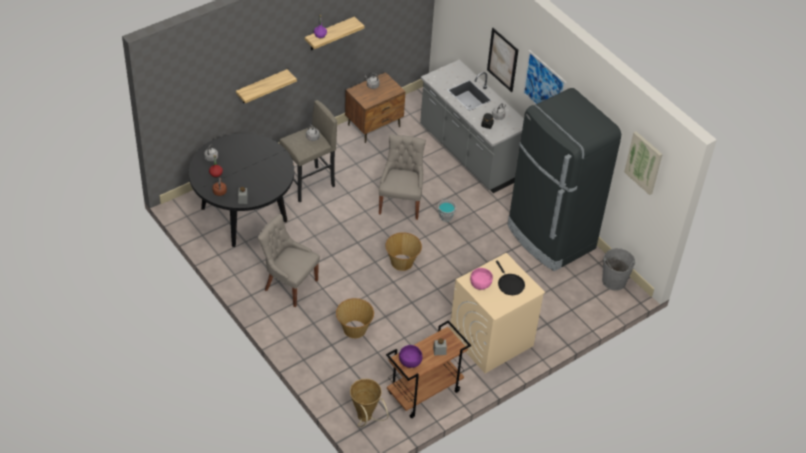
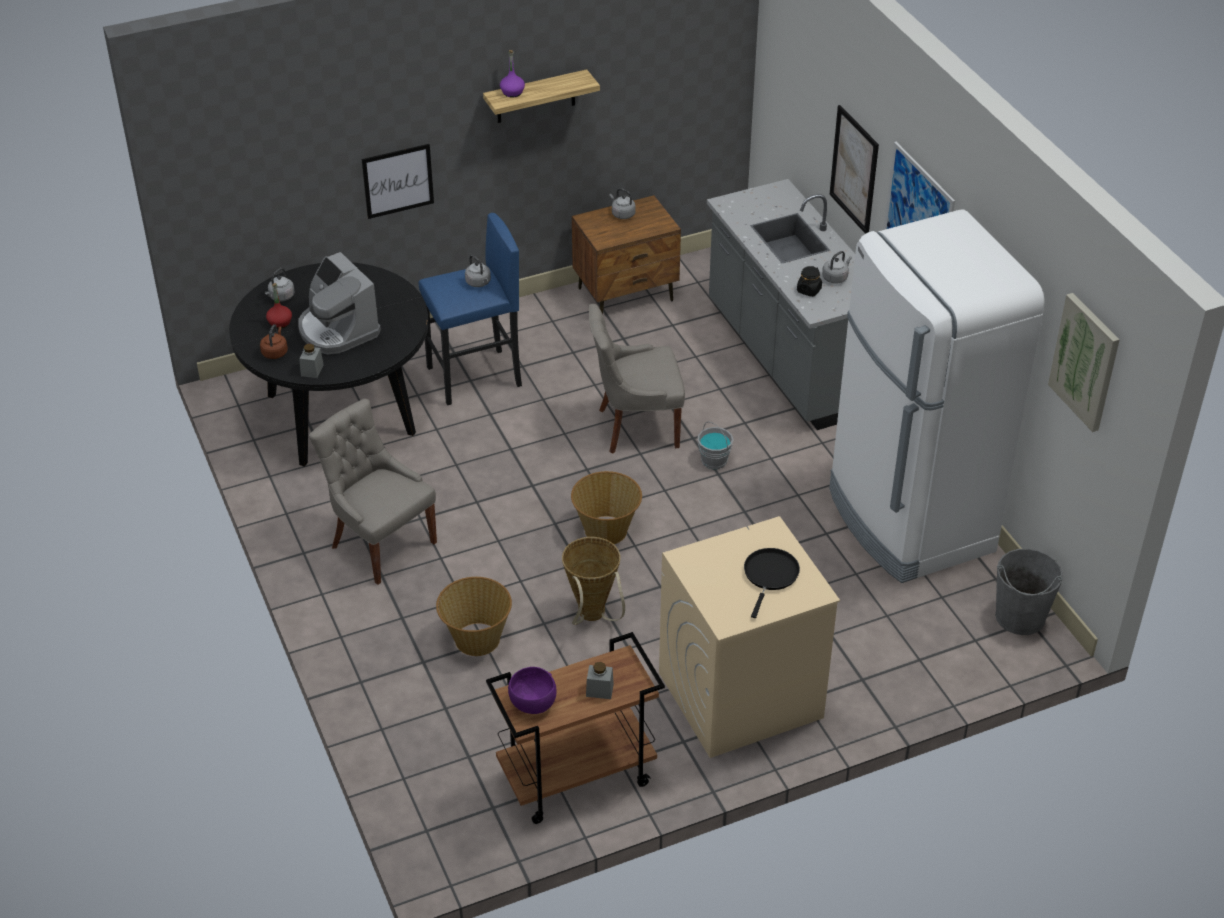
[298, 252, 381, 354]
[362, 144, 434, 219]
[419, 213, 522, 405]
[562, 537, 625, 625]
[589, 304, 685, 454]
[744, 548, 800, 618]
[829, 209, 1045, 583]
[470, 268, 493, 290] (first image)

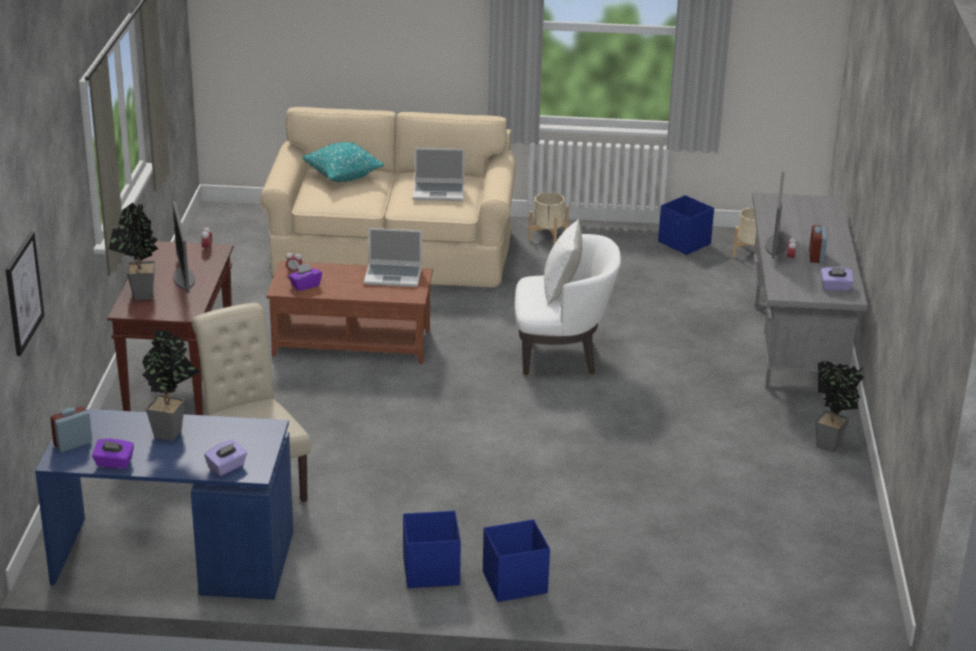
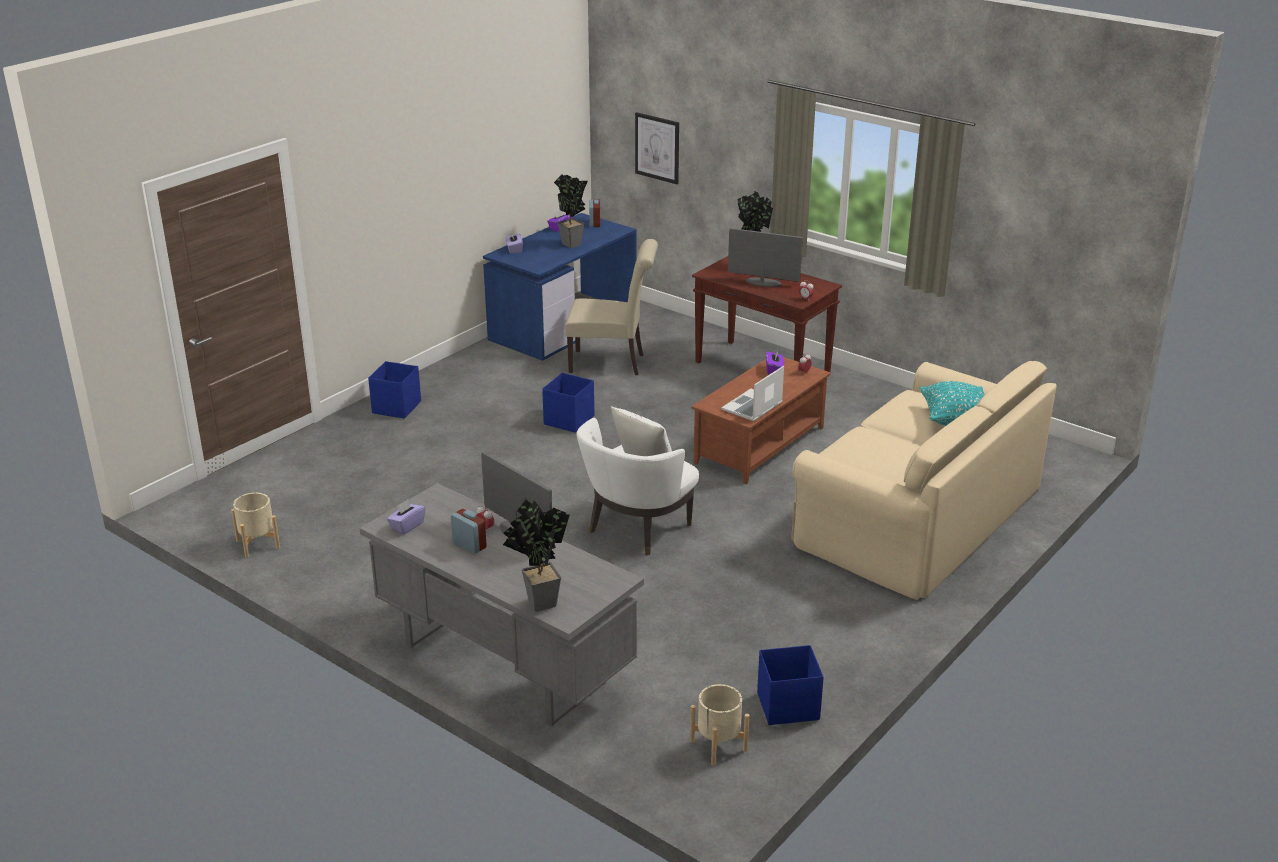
[231, 493, 280, 558]
[503, 500, 570, 612]
[542, 373, 594, 433]
[413, 148, 465, 201] (first image)

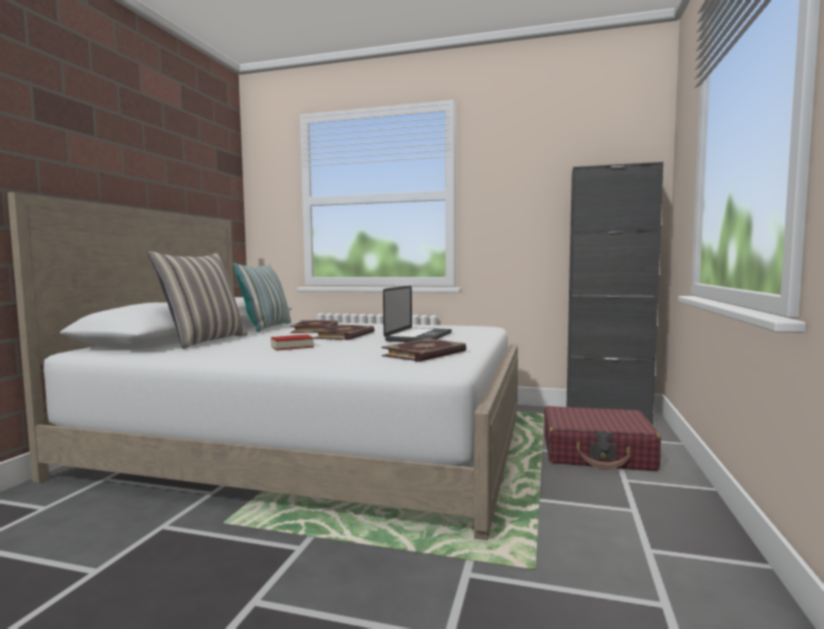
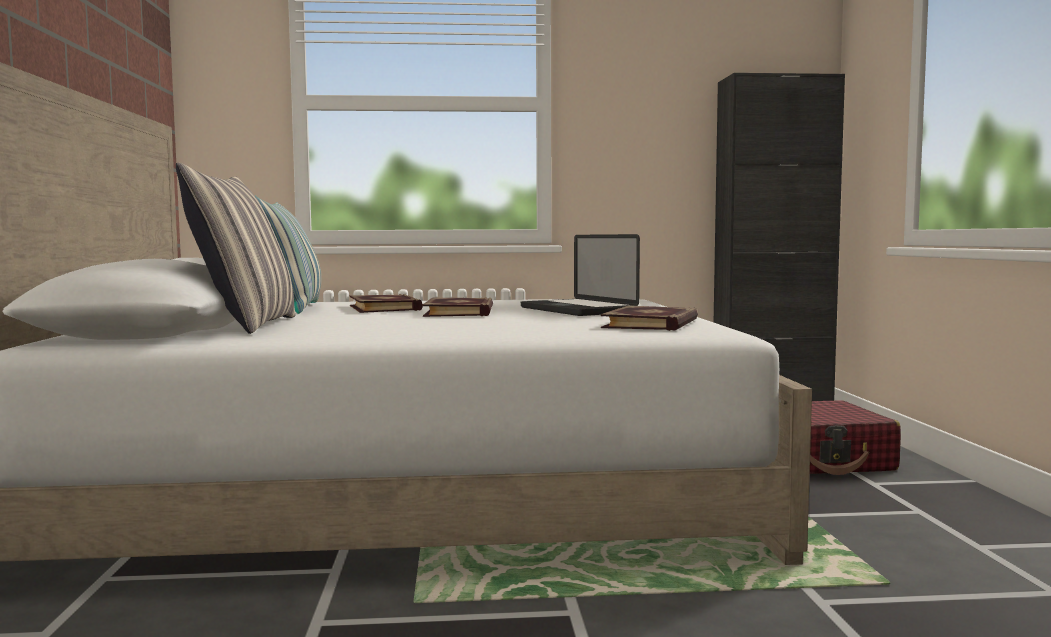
[521, 234, 640, 316]
[271, 335, 314, 351] (first image)

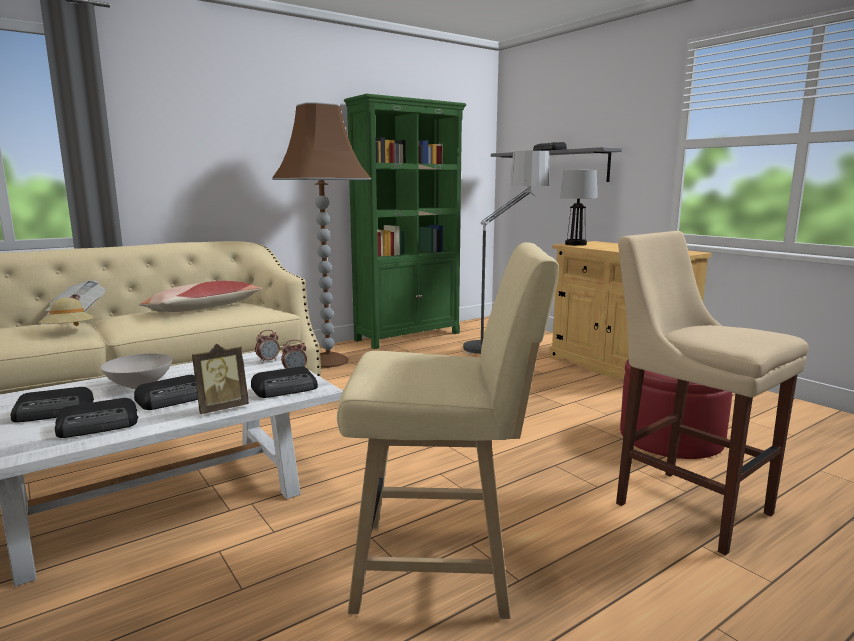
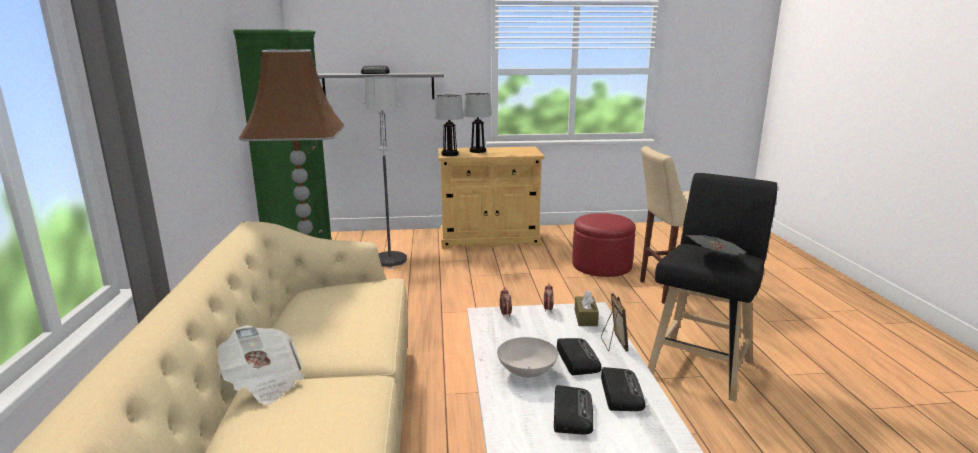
[464, 93, 492, 153]
[575, 290, 599, 326]
[648, 173, 777, 402]
[686, 235, 747, 255]
[39, 298, 95, 326] (first image)
[139, 281, 262, 312] (first image)

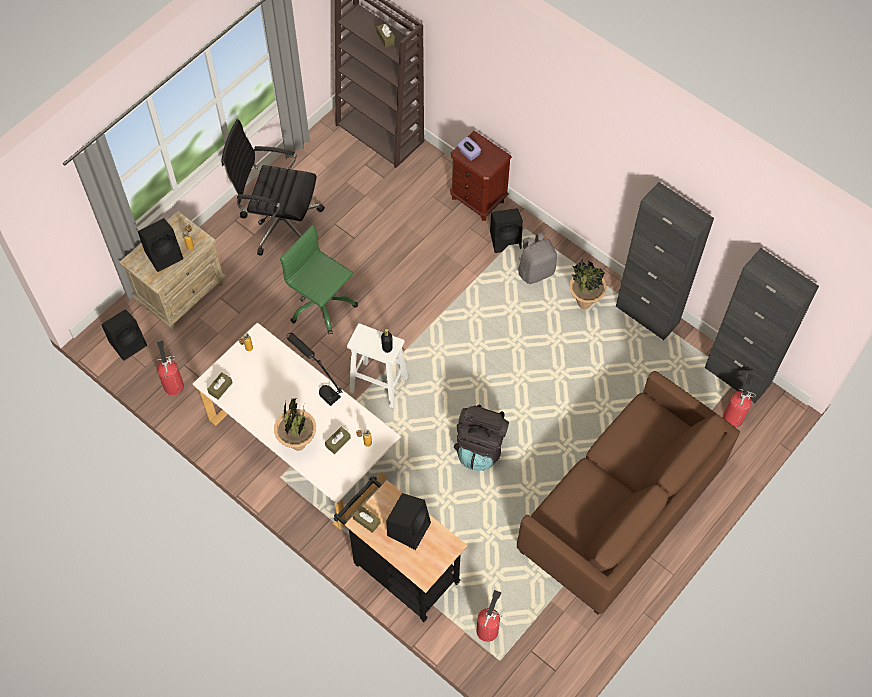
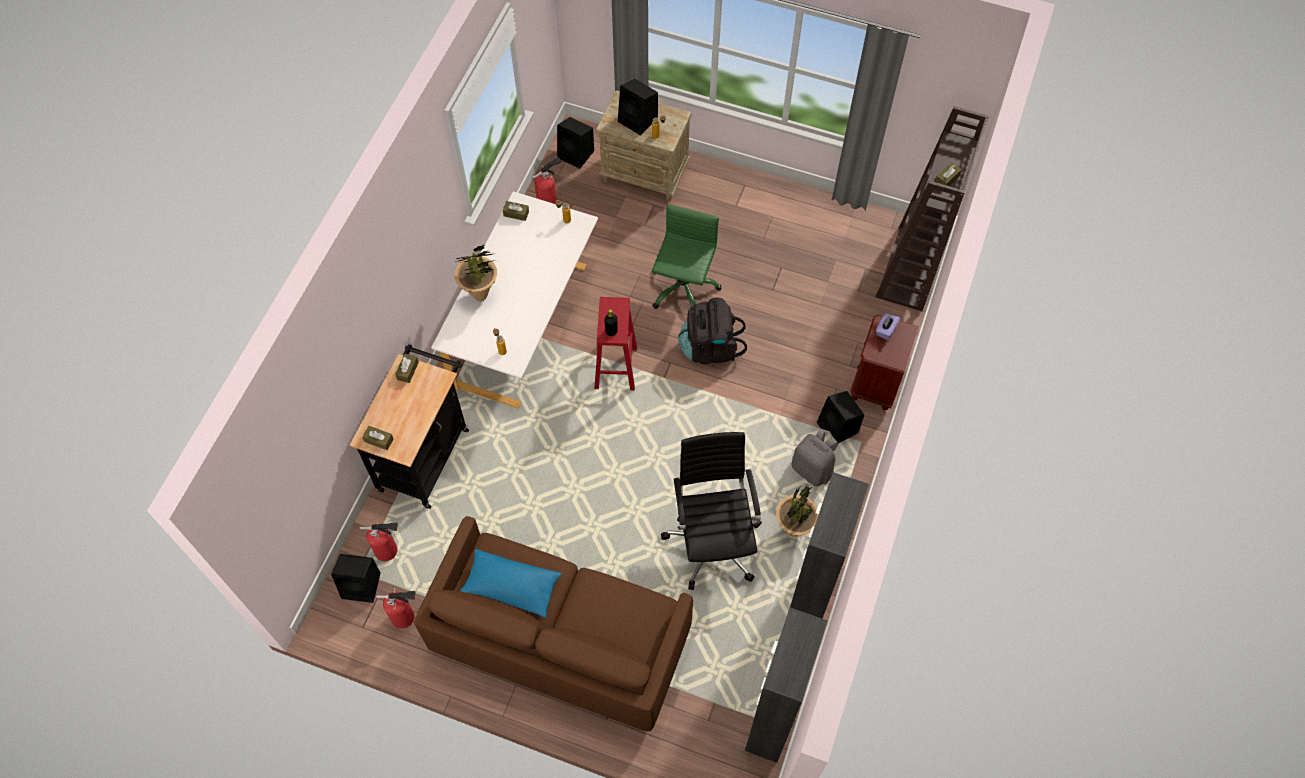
[331, 554, 381, 603]
[362, 426, 393, 450]
[376, 590, 416, 629]
[460, 549, 562, 618]
[594, 297, 637, 390]
[661, 432, 762, 590]
[678, 298, 747, 364]
[286, 333, 342, 406] (first image)

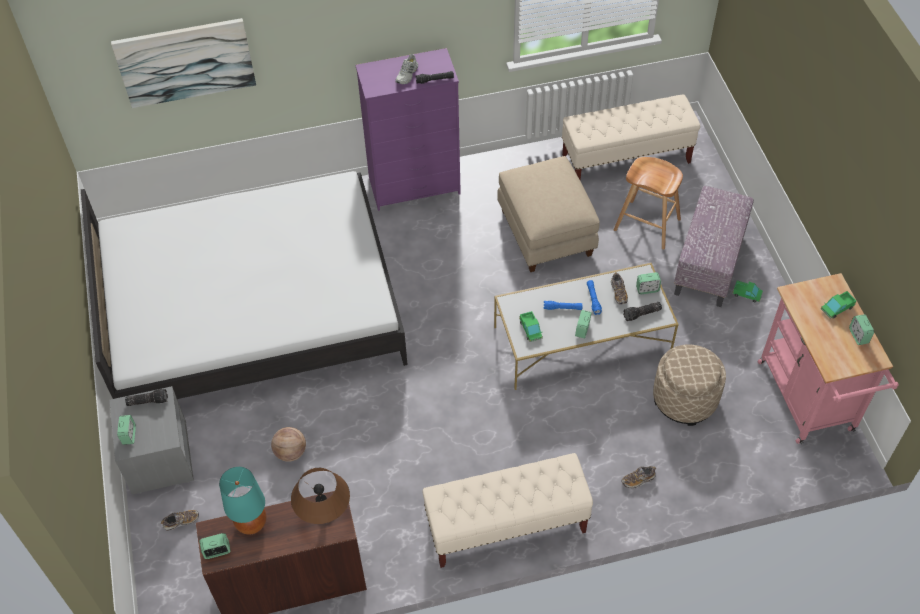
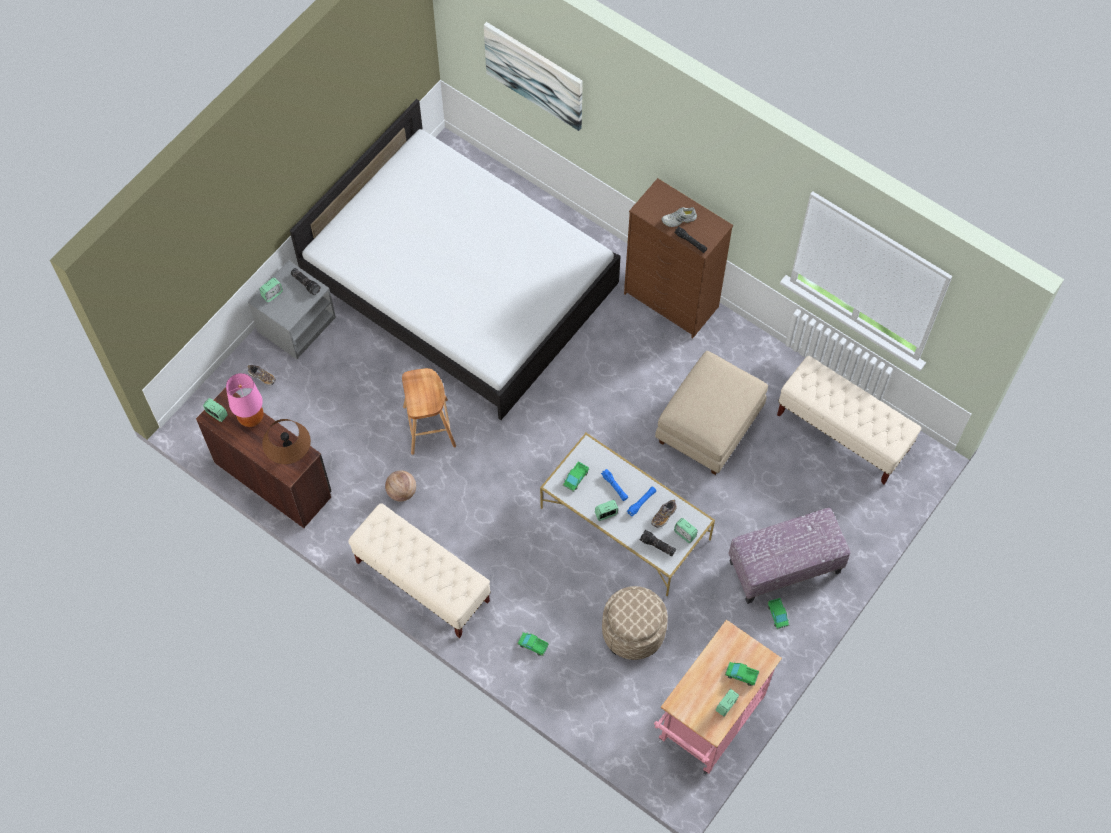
[226, 373, 264, 427]
[385, 470, 416, 502]
[402, 368, 456, 455]
[517, 632, 549, 656]
[624, 178, 733, 338]

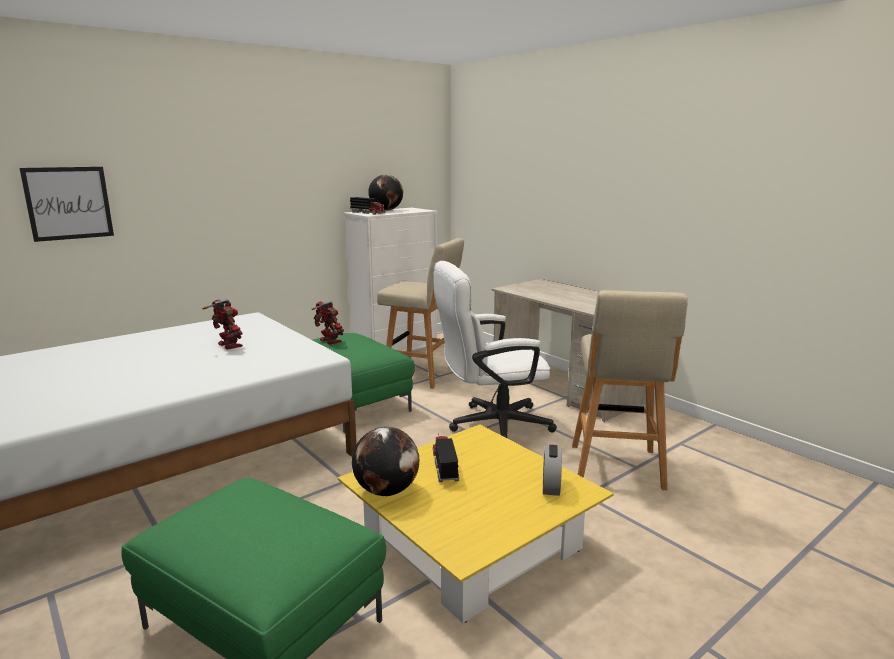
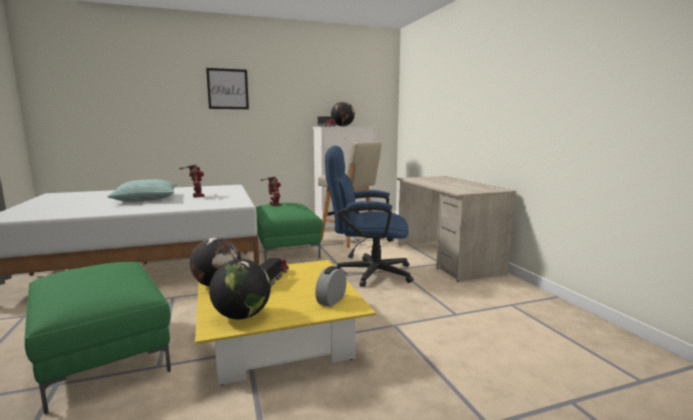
[107, 179, 177, 202]
[206, 68, 249, 109]
[209, 259, 271, 319]
[325, 145, 413, 287]
[572, 290, 688, 490] (first image)

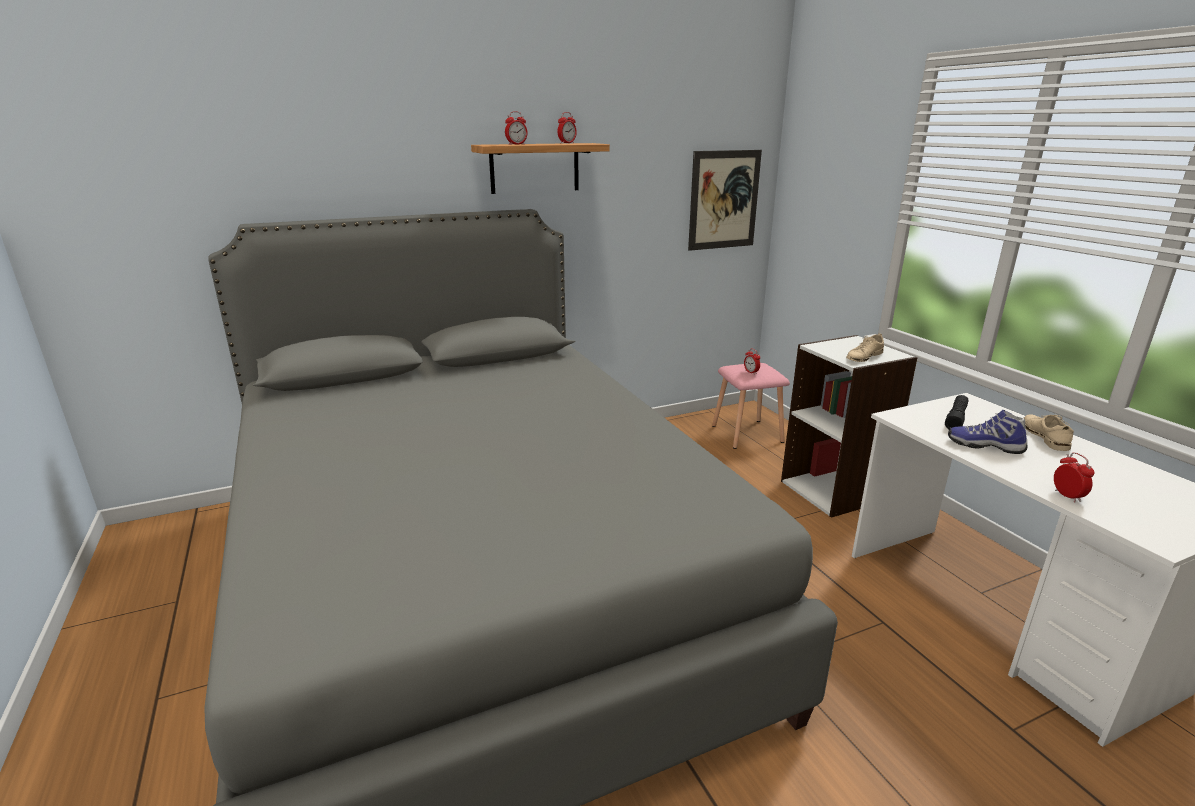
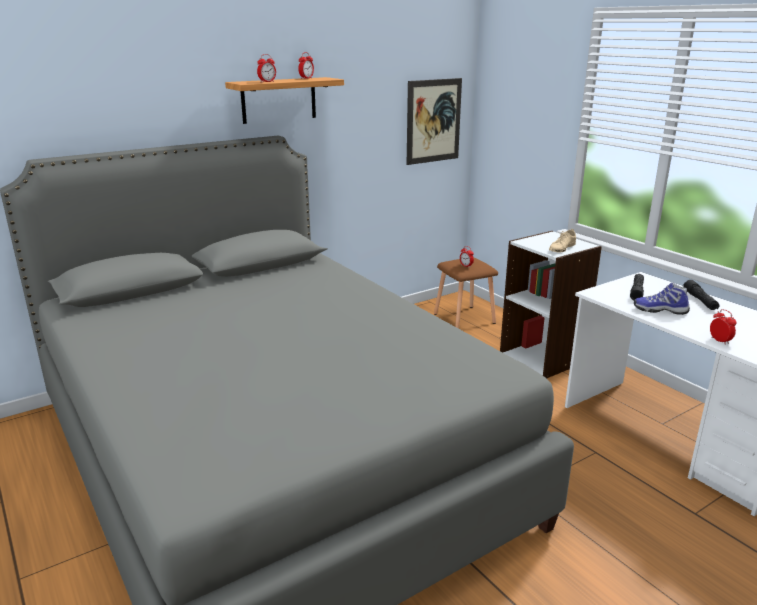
[434, 258, 498, 329]
[683, 280, 719, 310]

